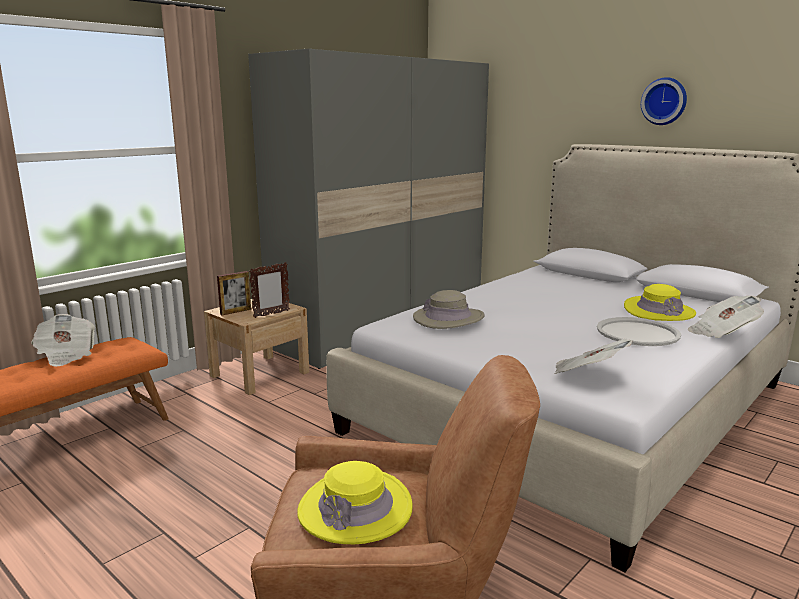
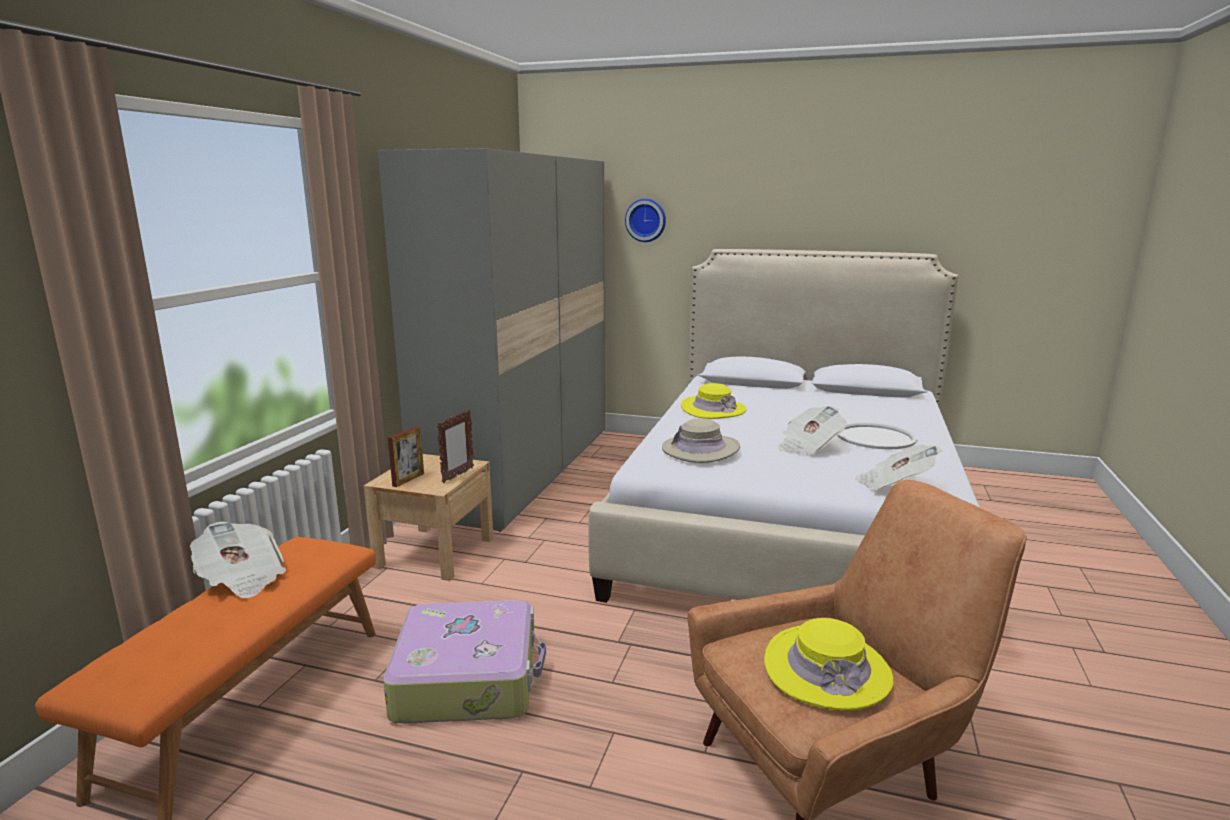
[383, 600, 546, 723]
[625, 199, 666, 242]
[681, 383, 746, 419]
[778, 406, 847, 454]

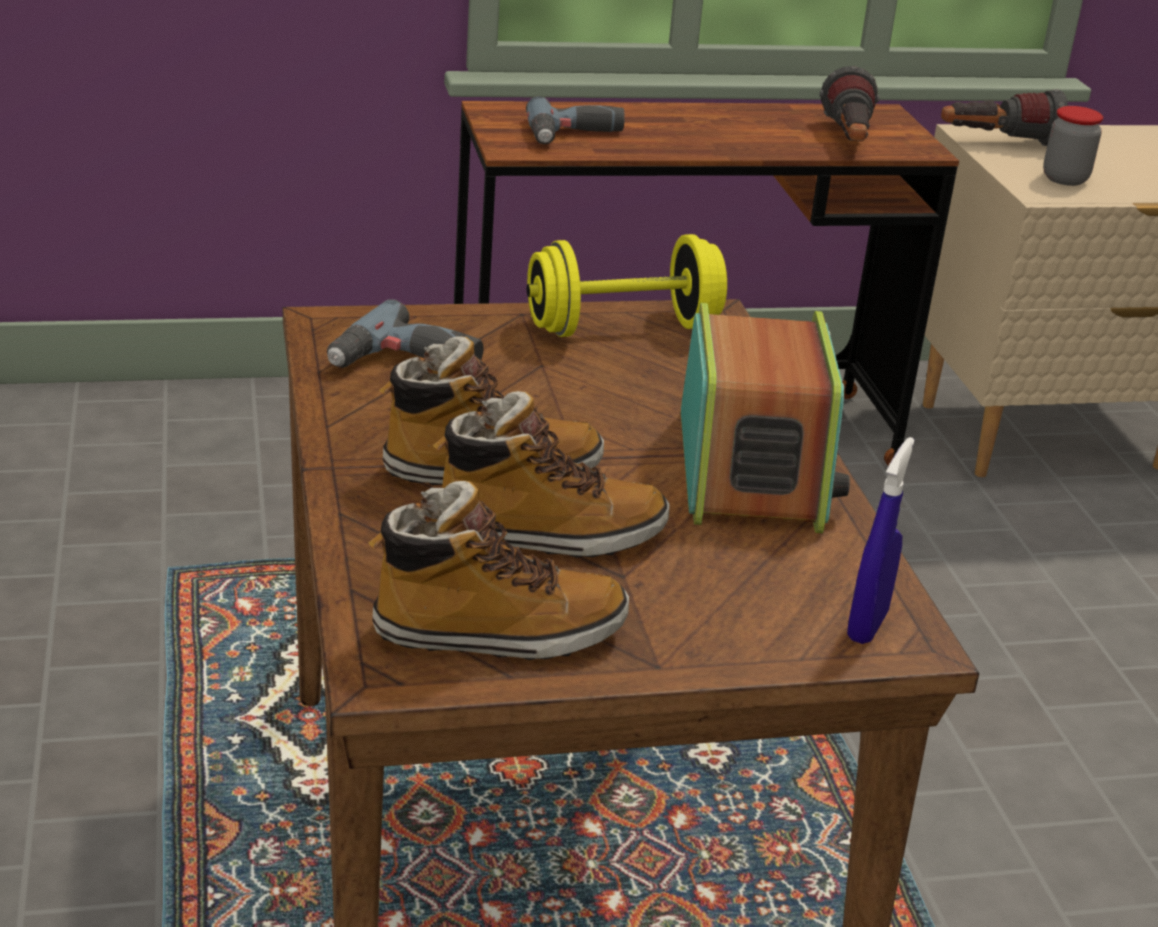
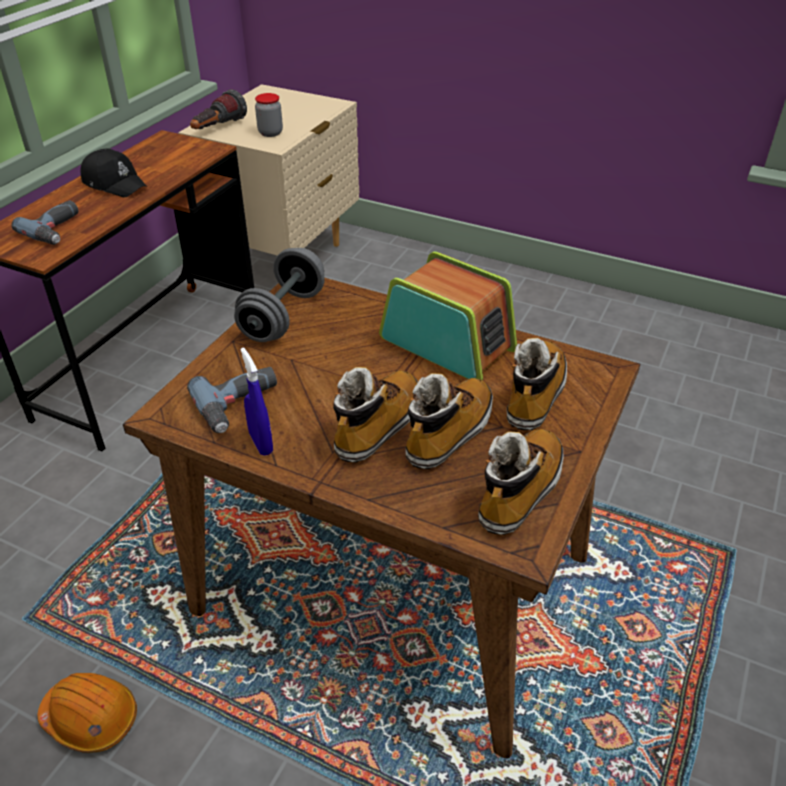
[38, 673, 137, 753]
[81, 148, 147, 197]
[234, 248, 325, 342]
[240, 348, 273, 456]
[507, 338, 567, 430]
[820, 66, 879, 141] (first image)

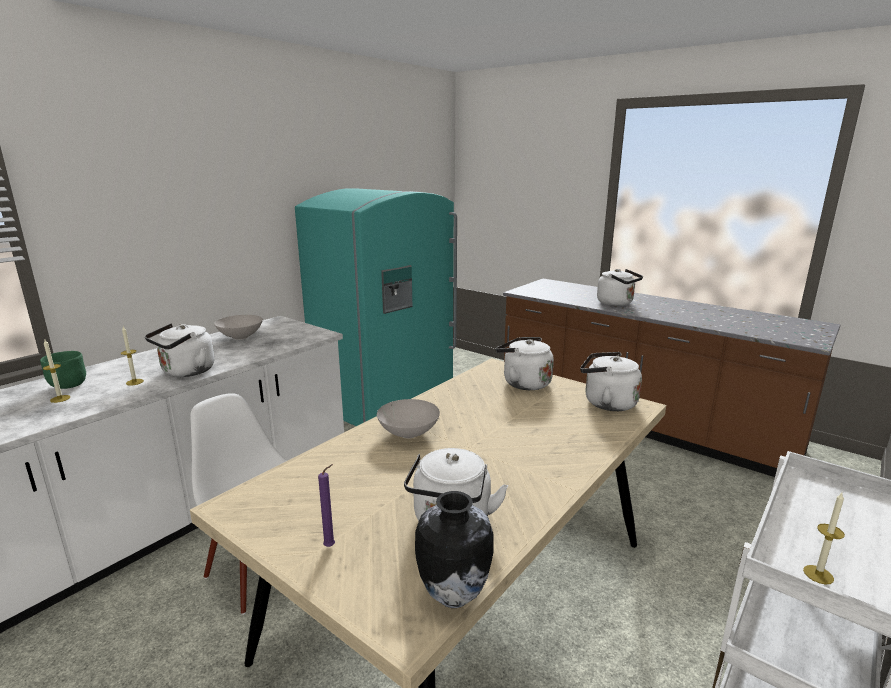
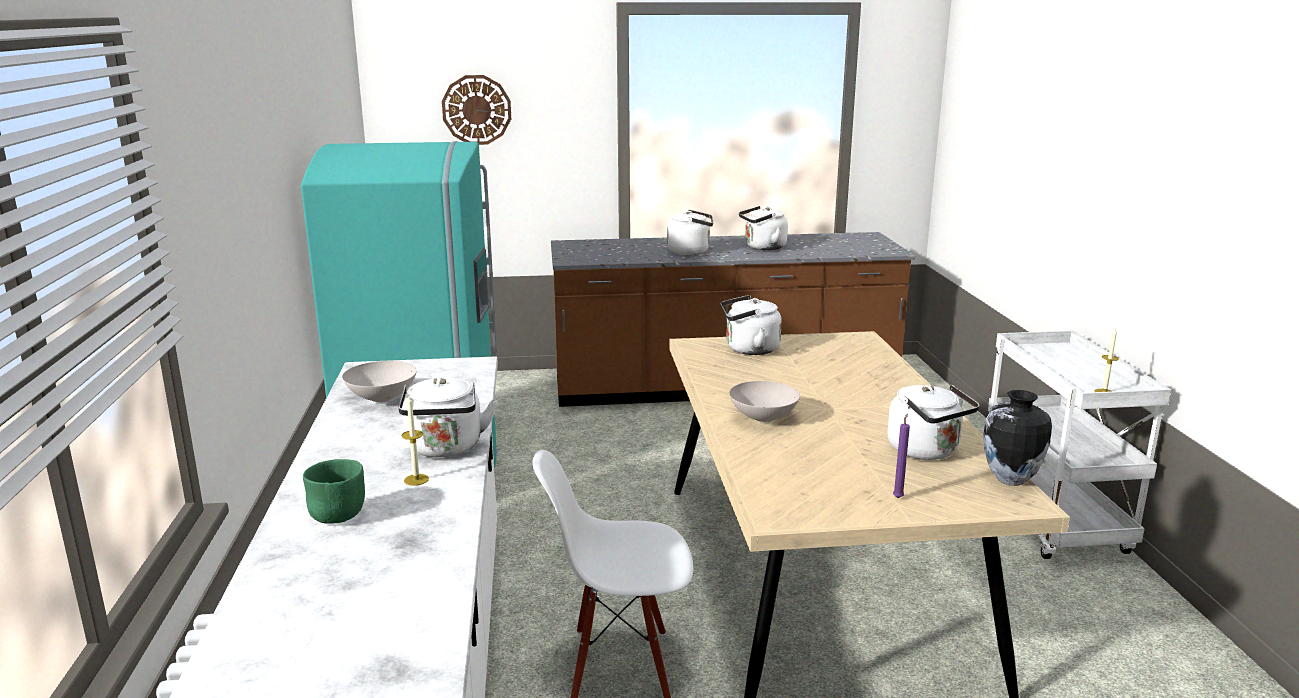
[442, 75, 511, 145]
[739, 206, 788, 250]
[43, 340, 70, 403] (first image)

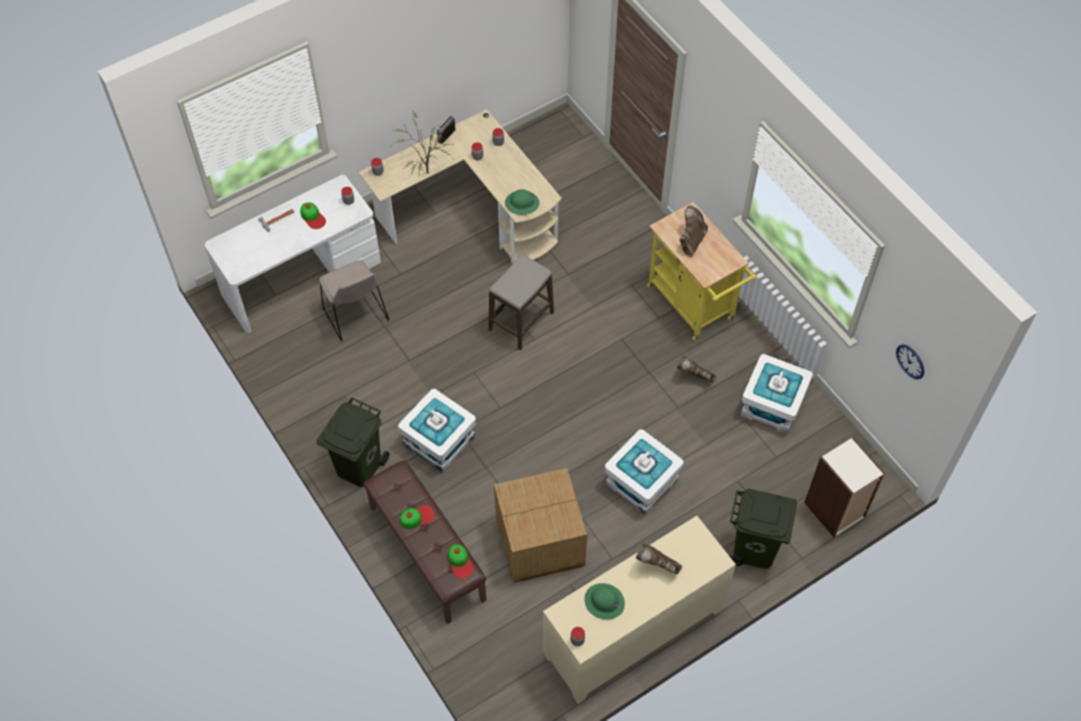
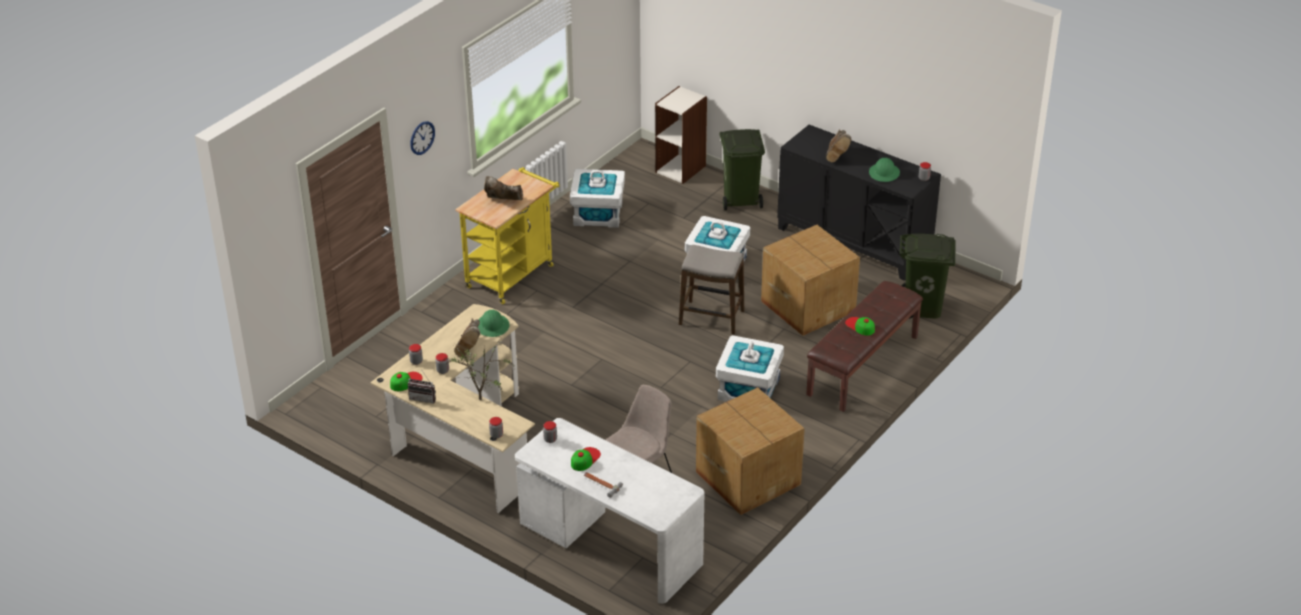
[390, 372, 423, 391]
[410, 121, 435, 155]
[454, 319, 480, 357]
[679, 245, 744, 335]
[696, 387, 805, 515]
[777, 125, 941, 281]
[899, 234, 955, 319]

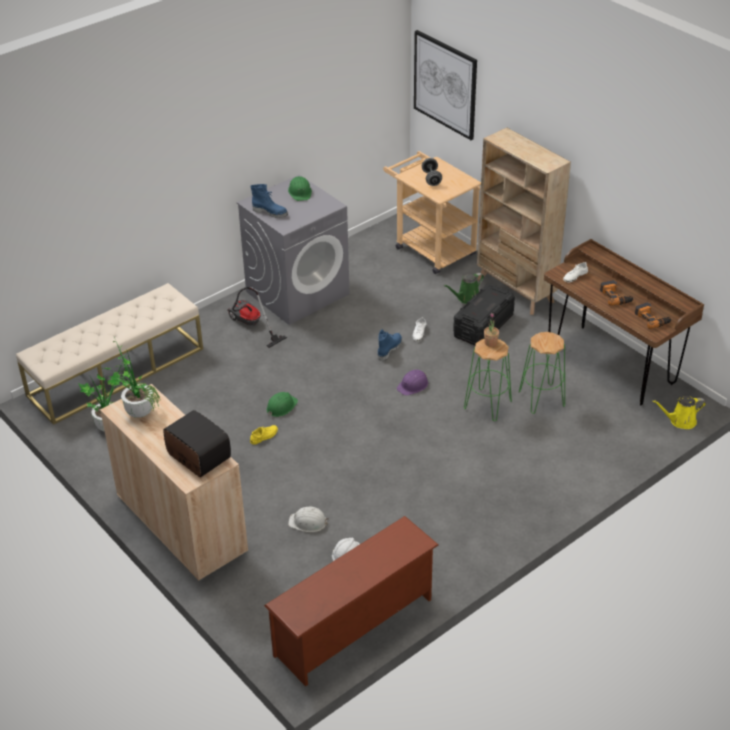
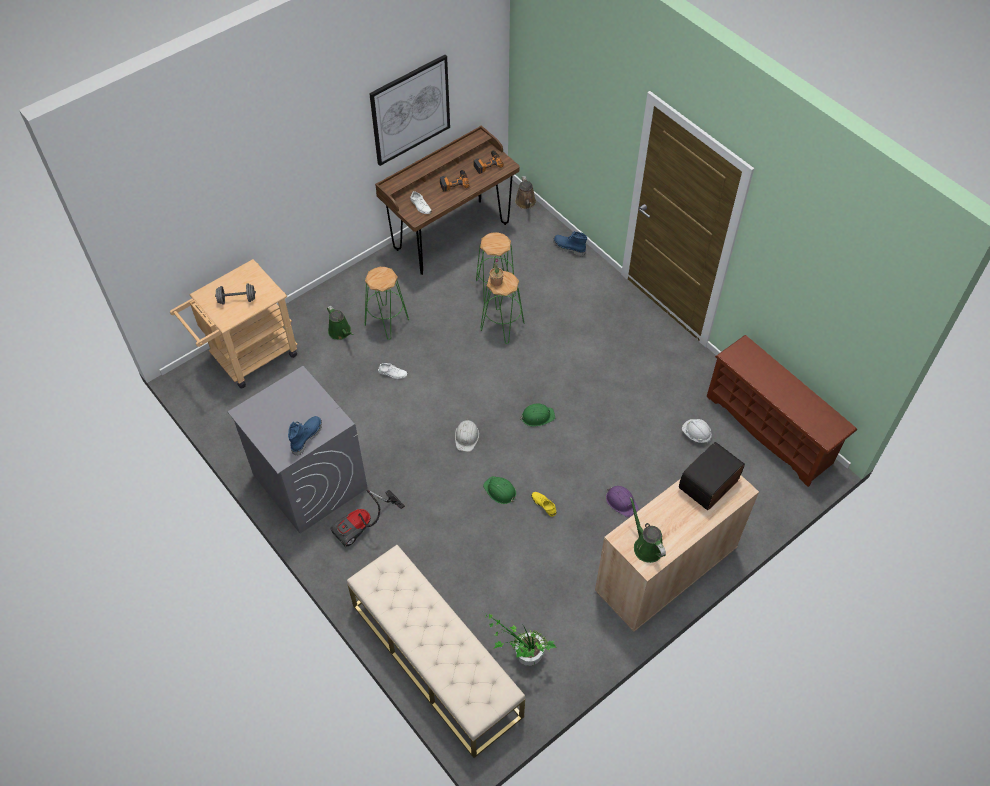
[365, 267, 409, 340]
[369, 55, 450, 166]
[455, 420, 479, 452]
[515, 176, 536, 209]
[520, 404, 555, 427]
[553, 231, 587, 256]
[606, 486, 639, 517]
[630, 497, 666, 563]
[477, 128, 571, 315] (first image)

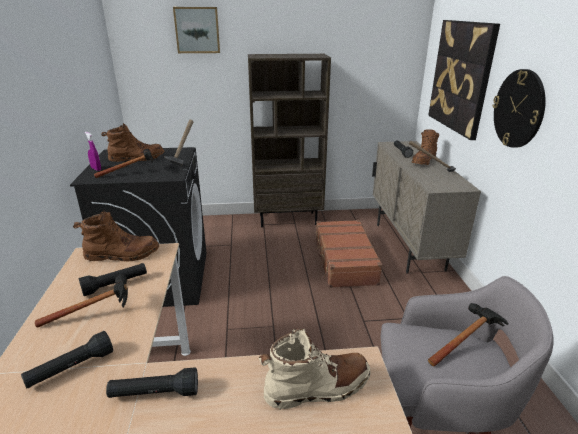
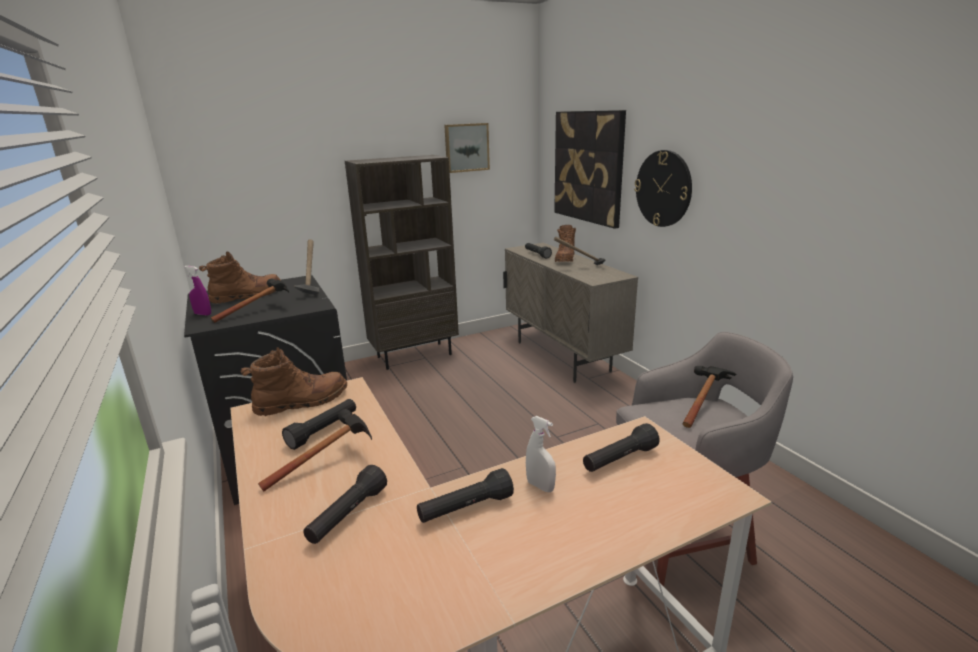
[444, 123, 490, 173]
[526, 416, 556, 492]
[583, 423, 660, 472]
[313, 220, 383, 288] (first image)

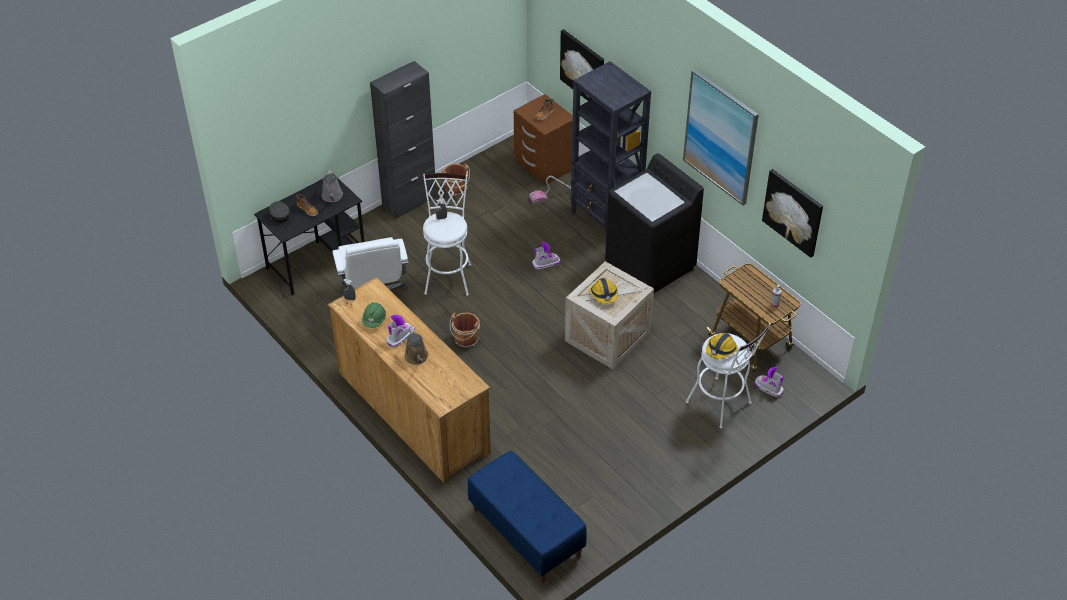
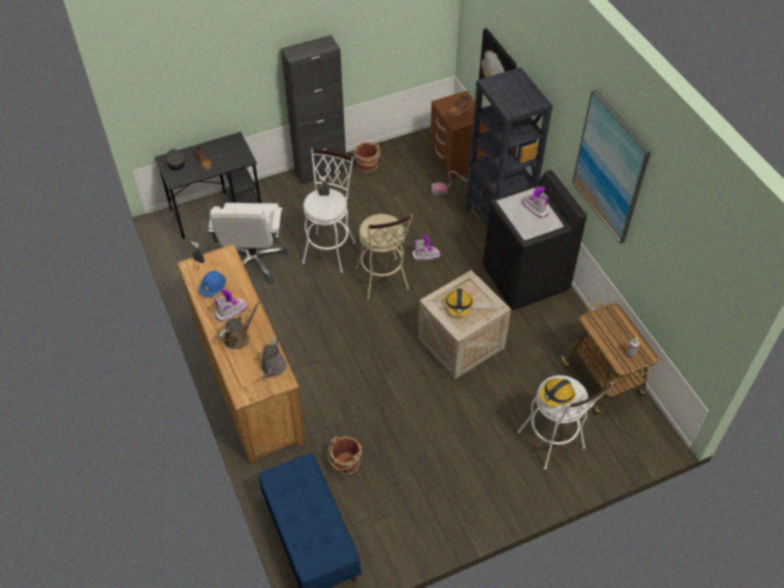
[199, 271, 226, 297]
[218, 300, 261, 349]
[261, 337, 287, 379]
[328, 436, 362, 475]
[356, 214, 412, 299]
[523, 187, 549, 218]
[762, 169, 823, 258] (first image)

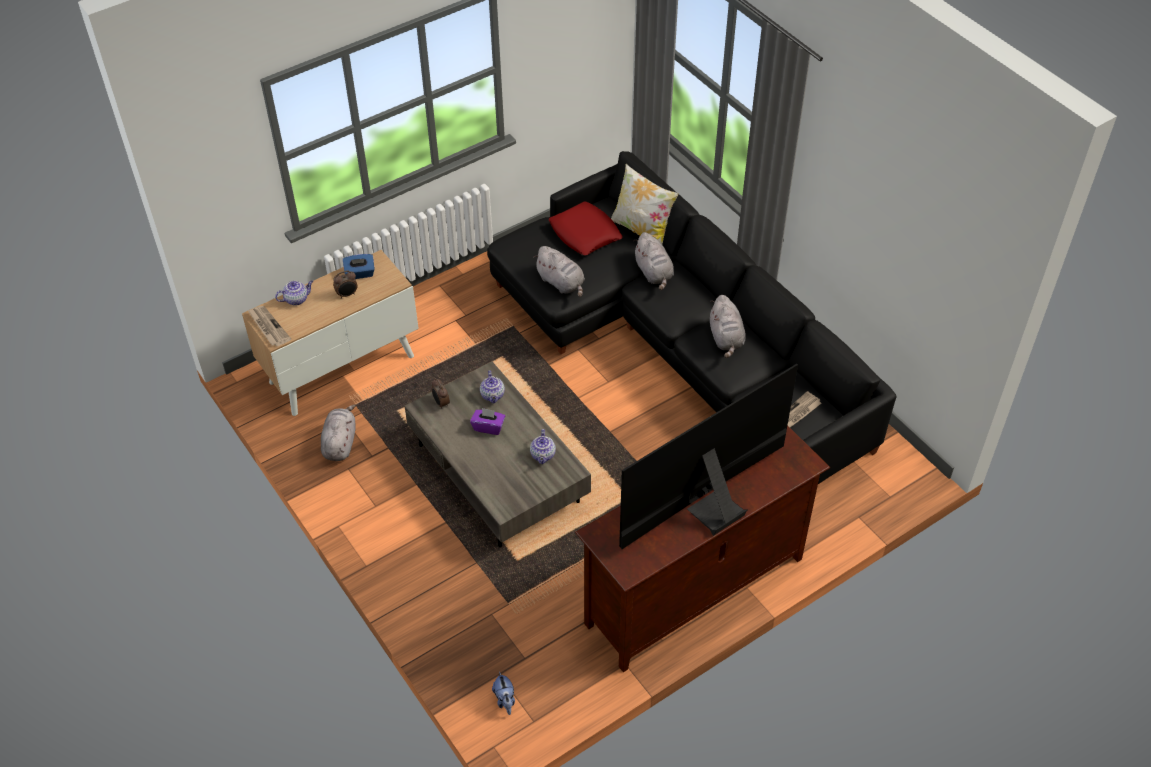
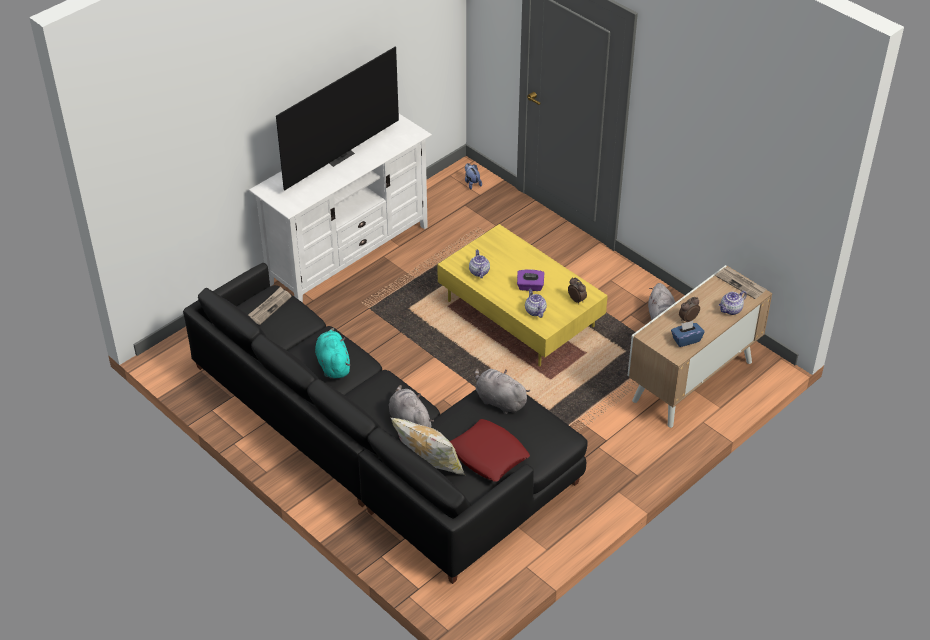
[249, 114, 432, 303]
[315, 328, 351, 379]
[437, 224, 608, 366]

